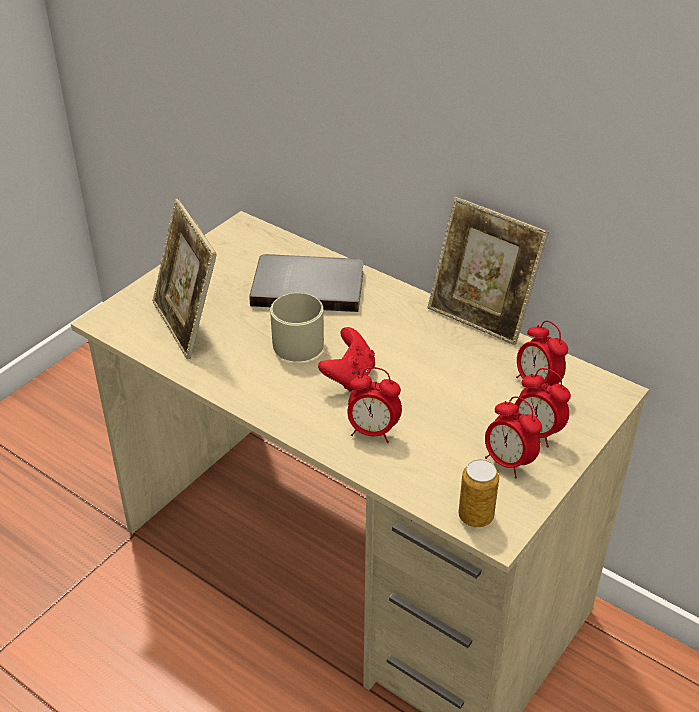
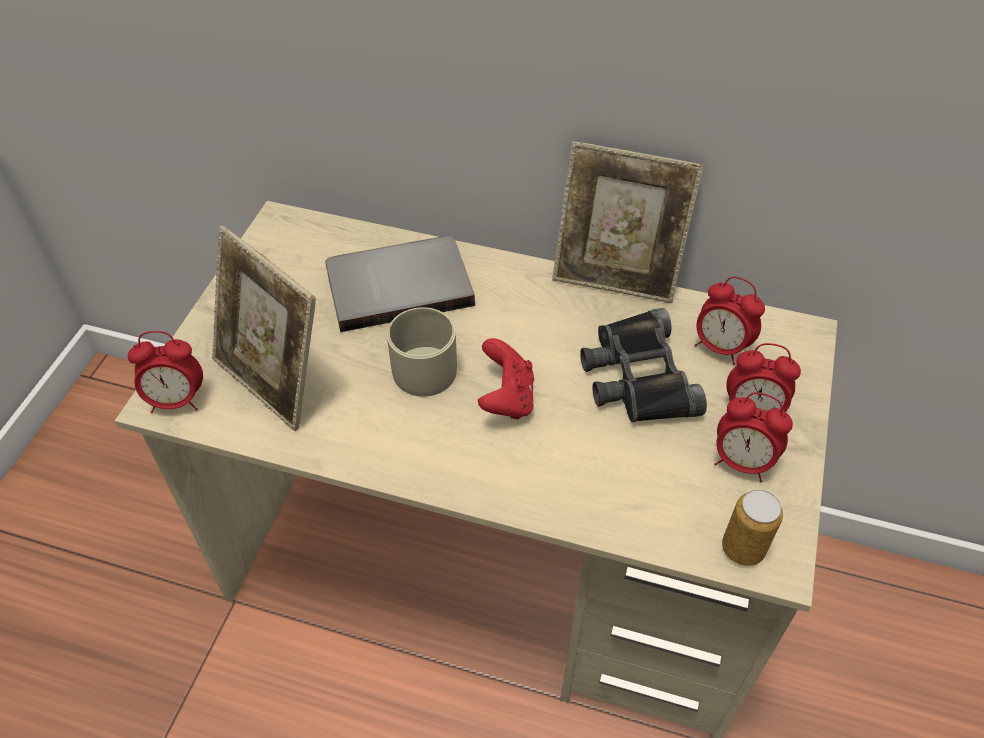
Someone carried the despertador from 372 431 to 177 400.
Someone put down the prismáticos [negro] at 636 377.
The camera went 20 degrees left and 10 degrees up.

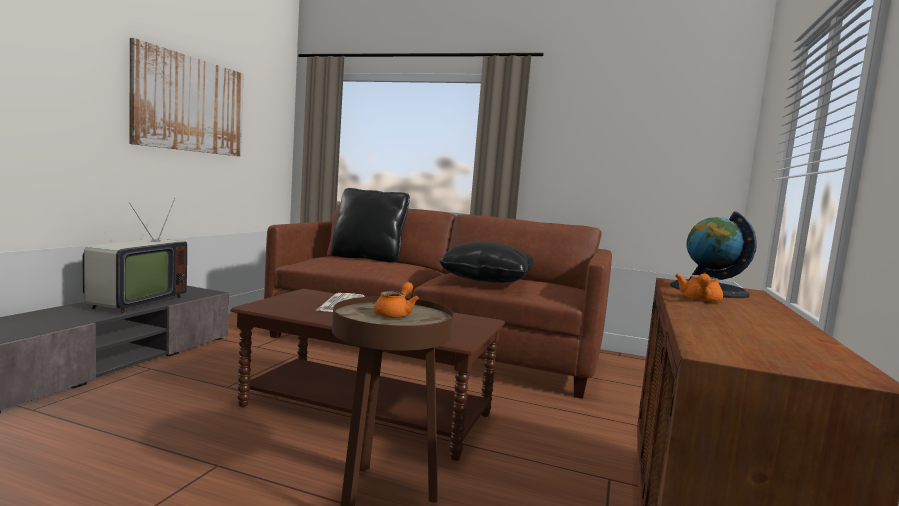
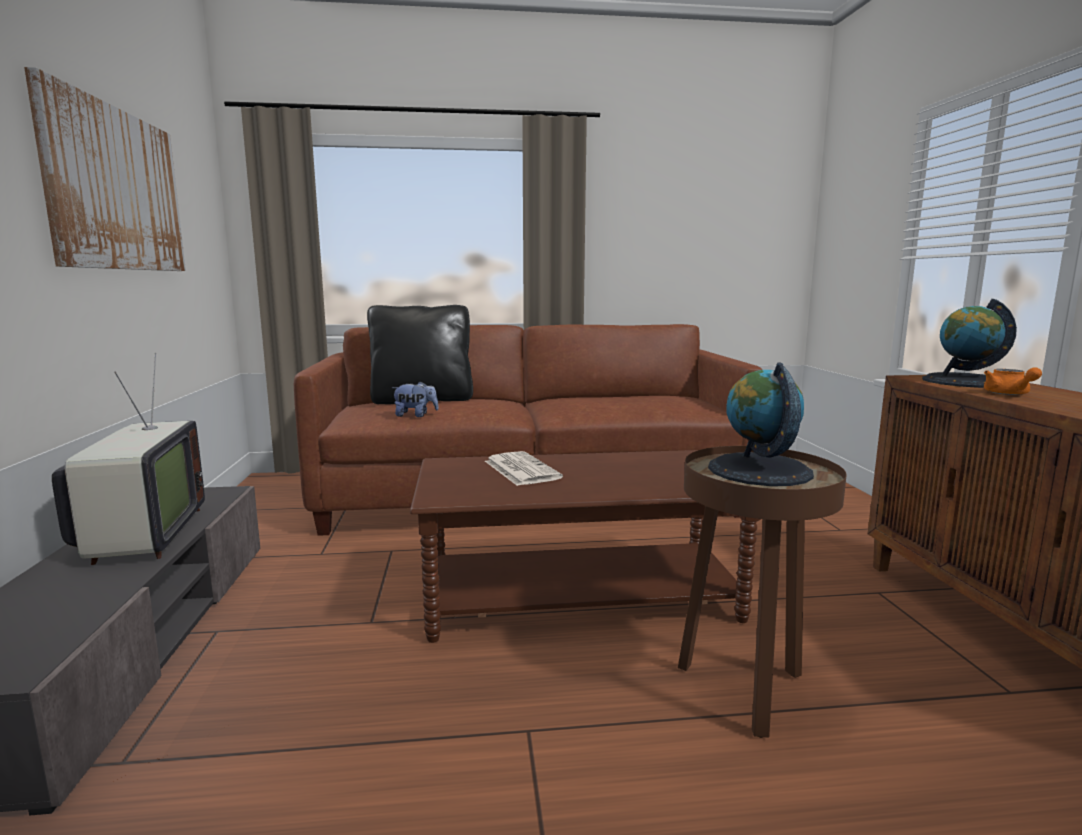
Someone swapped the tetera [naranja] at 395 314 for the globo terráqueo at 759 470.
Someone took away the cojín [negro] at 487 279.
Someone put down the peluche at 415 415.
The camera went 25 degrees left and 5 degrees up.

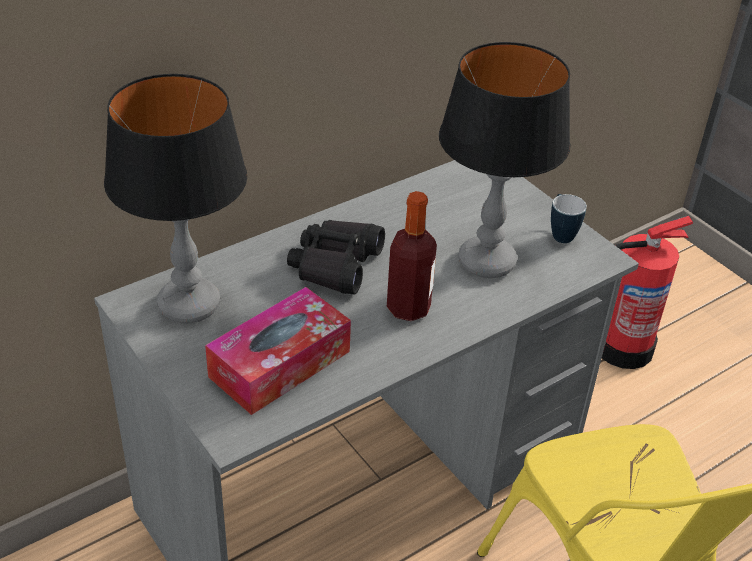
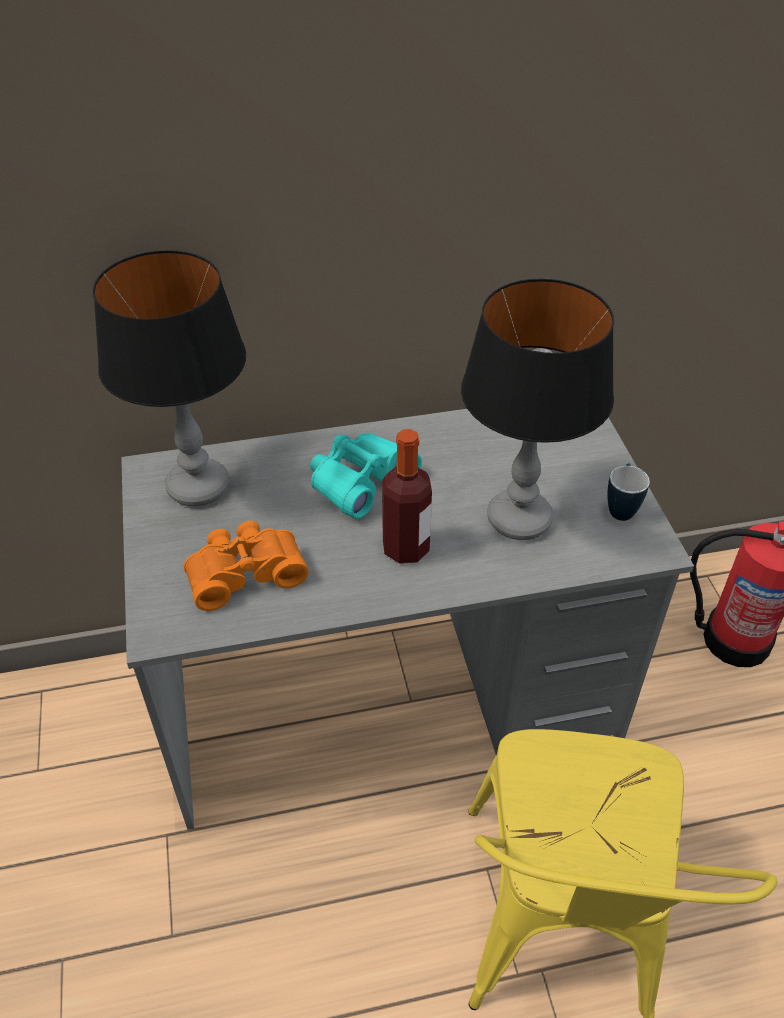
Someone swapped the caja de pañuelos at 280 364 for the prismáticos [naranja] at 244 572.
Someone repainted the prismáticos [negro] at 335 264, which became the prismáticos [turquesa] at 360 481.
The camera went 25 degrees right and 5 degrees up.

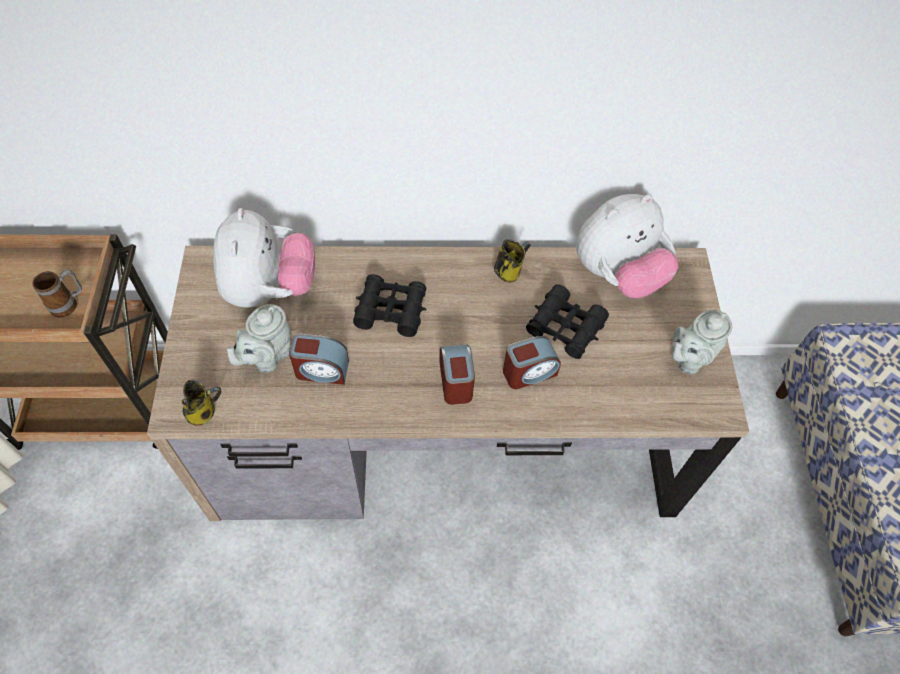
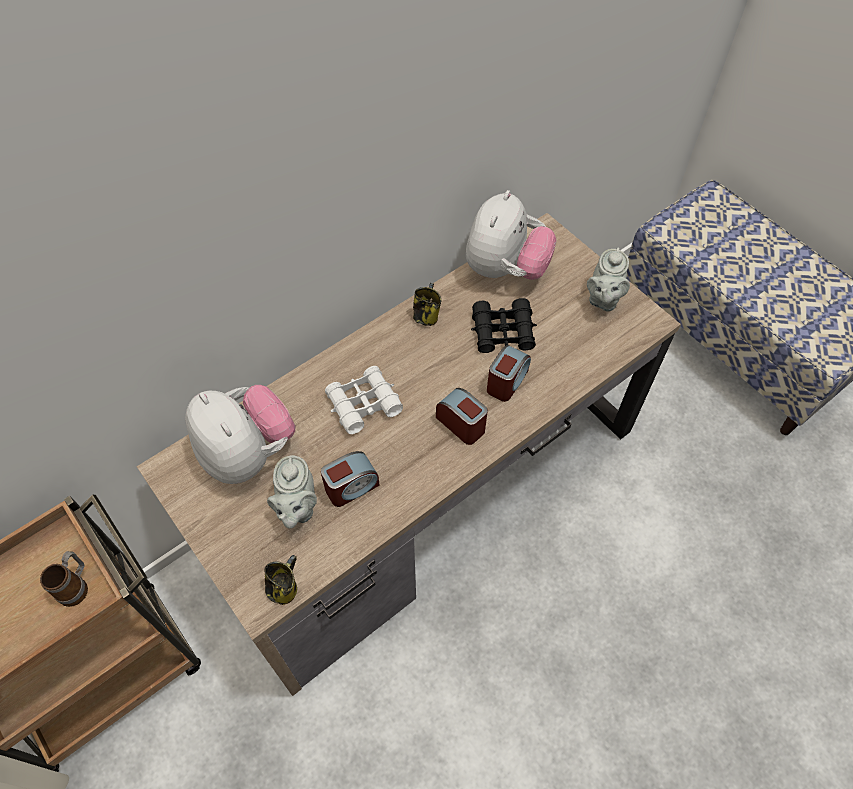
Someone repainted the prismáticos [negro] at 391 310, which became the prismáticos [blanco] at 363 404.
The camera went 35 degrees left and 0 degrees up.

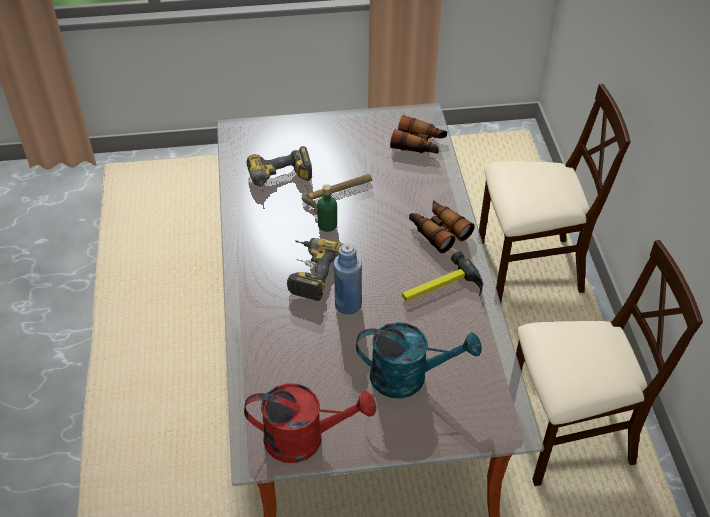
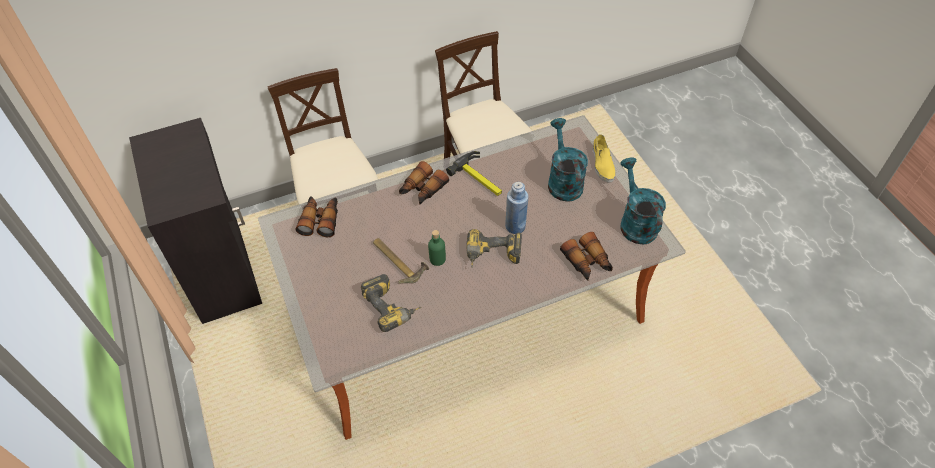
Someone repainted the regadera [rojo] at 305 438, which became the regadera [turquesa] at 635 222.
Someone put down the armario [negro] at 223 270.
Someone put down the prismáticos at 587 262.
Someone put down the zapato [amarillo] at 602 163.
The camera went 105 degrees left and 5 degrees up.

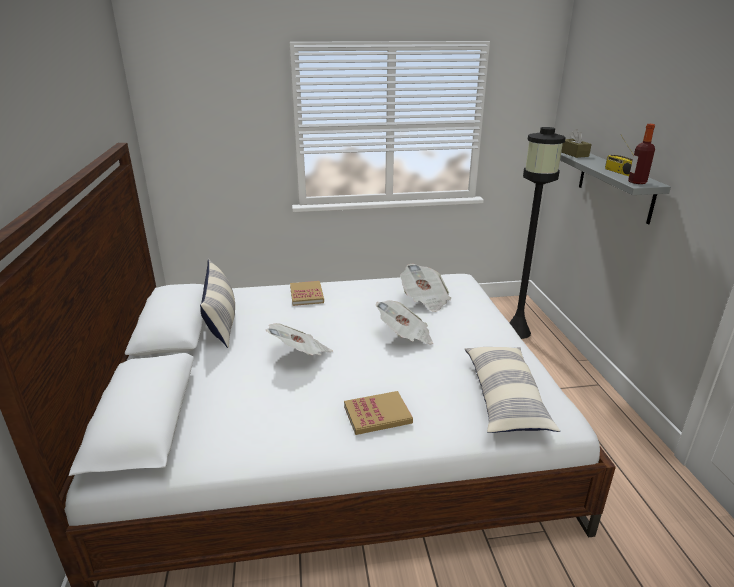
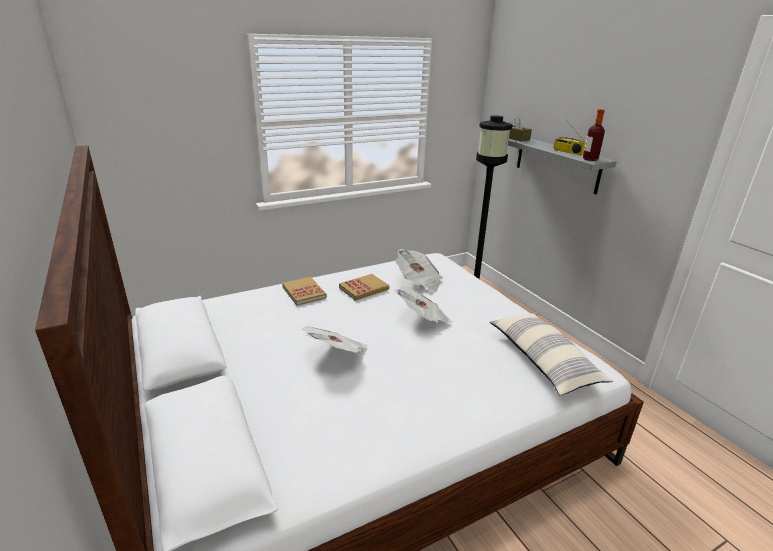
Someone took away the cojín at 221 320.
Someone carried the libro from 377 415 to 364 289.
The camera went 20 degrees left and 0 degrees up.

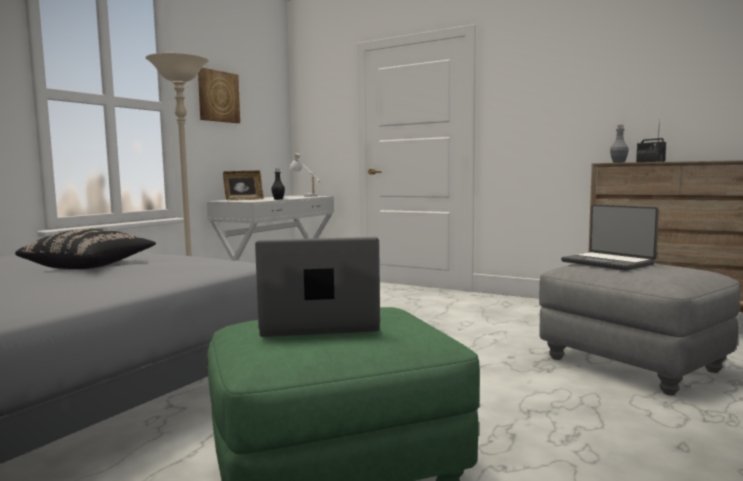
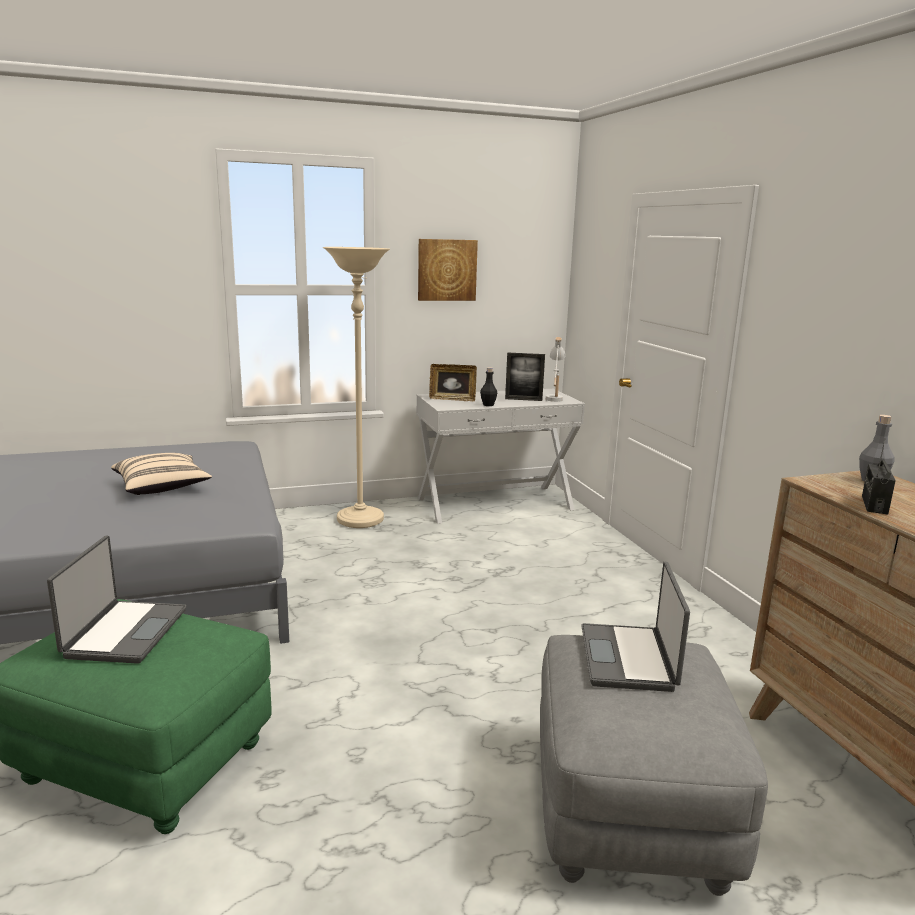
Someone repainted the cojín [negro] at 91 266, which became the cojín [beis] at 162 488.
Someone rotated the portátil at 319 324 by 60 degrees clockwise.
Someone put down the portarretratos at 523 399.
The camera went 40 degrees right and 10 degrees up.

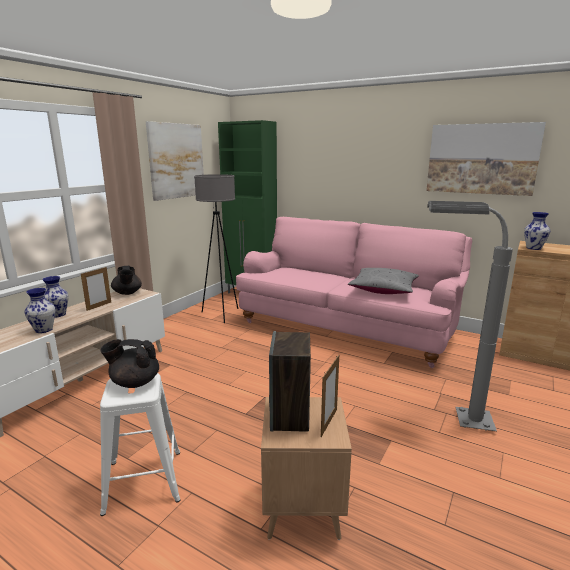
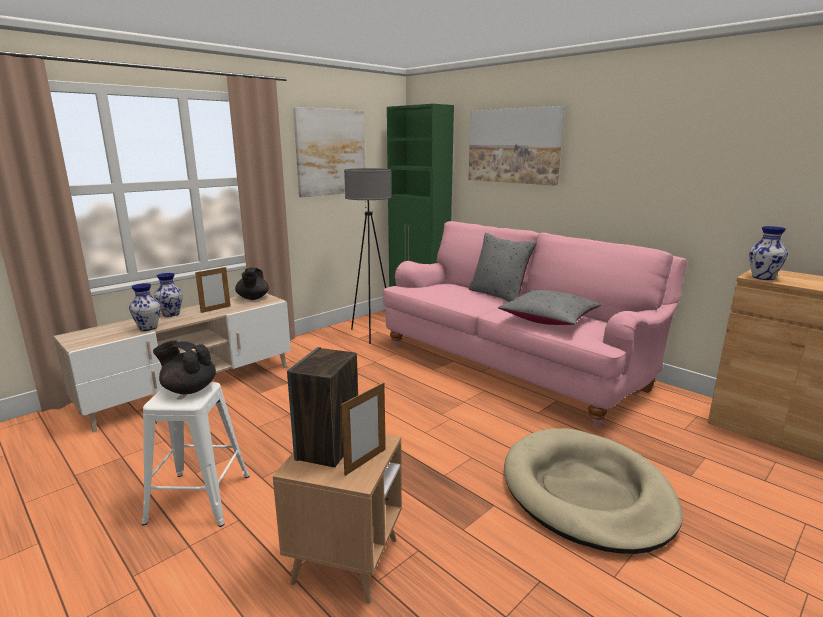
Someone carried the cuadro from 481 159 to 513 146.
Someone swapped the lámpara de pie [gris] at 449 419 for the cama para perro [beis] at 586 493.
Someone put down the cojín [gris] at 498 295.
The camera went 15 degrees right and 0 degrees up.

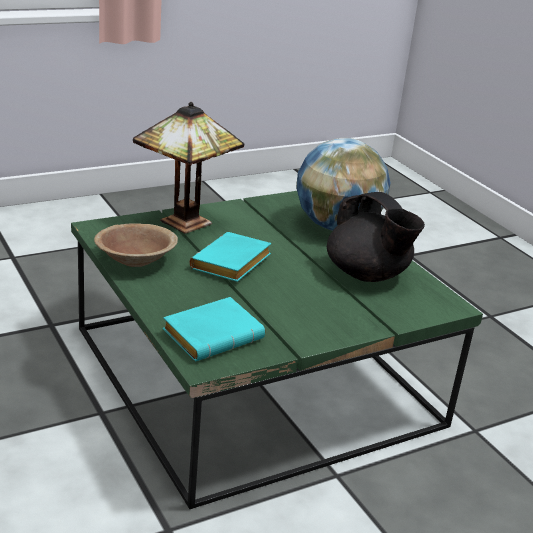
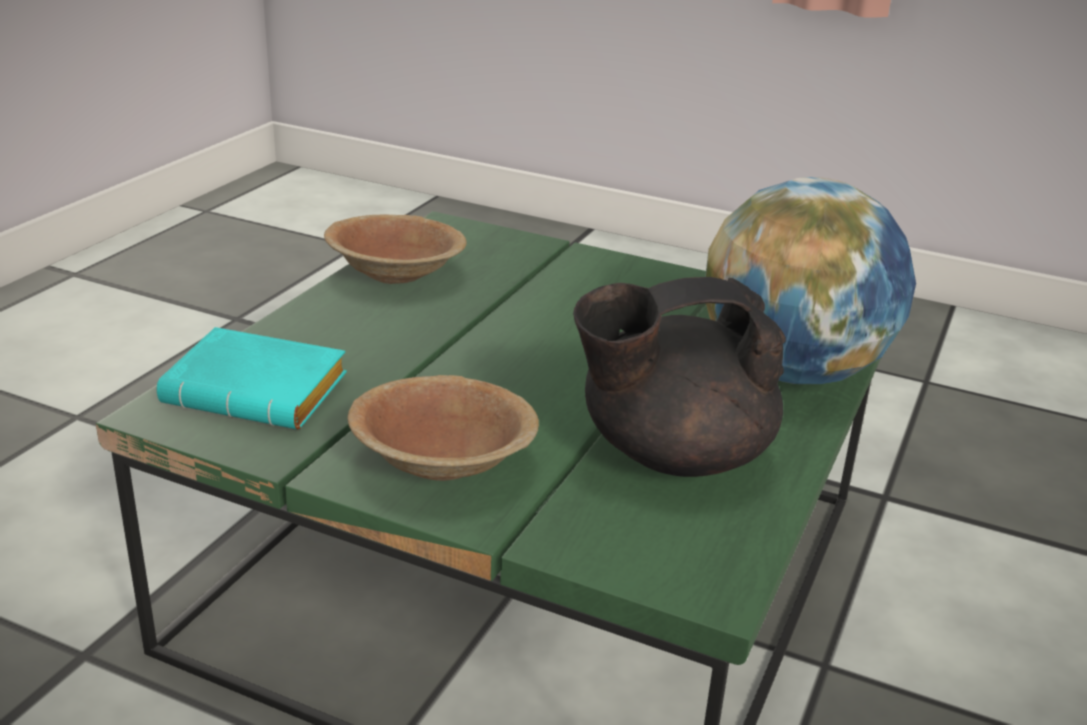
Someone took away the lámpara de mesa at 185 224.
Someone took away the libro [turquesa] at 231 265.
Someone rotated the tetera [negro] at 367 275 by 60 degrees clockwise.
Someone put down the cuenco [marrón] at 443 463.
The camera went 55 degrees right and 0 degrees up.

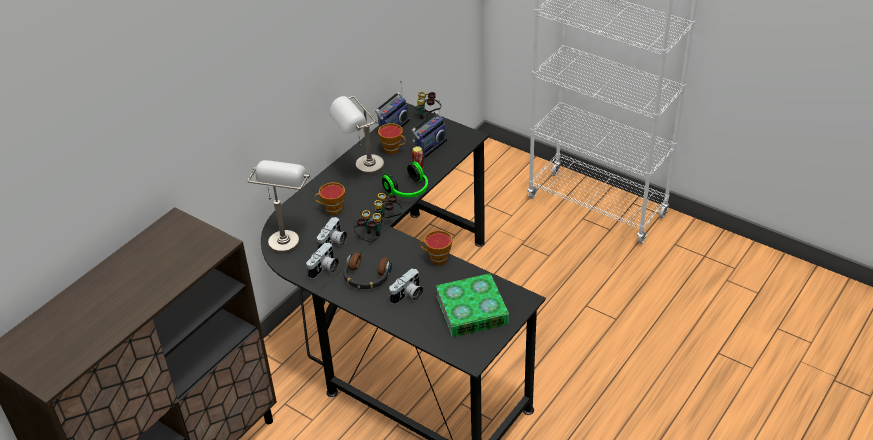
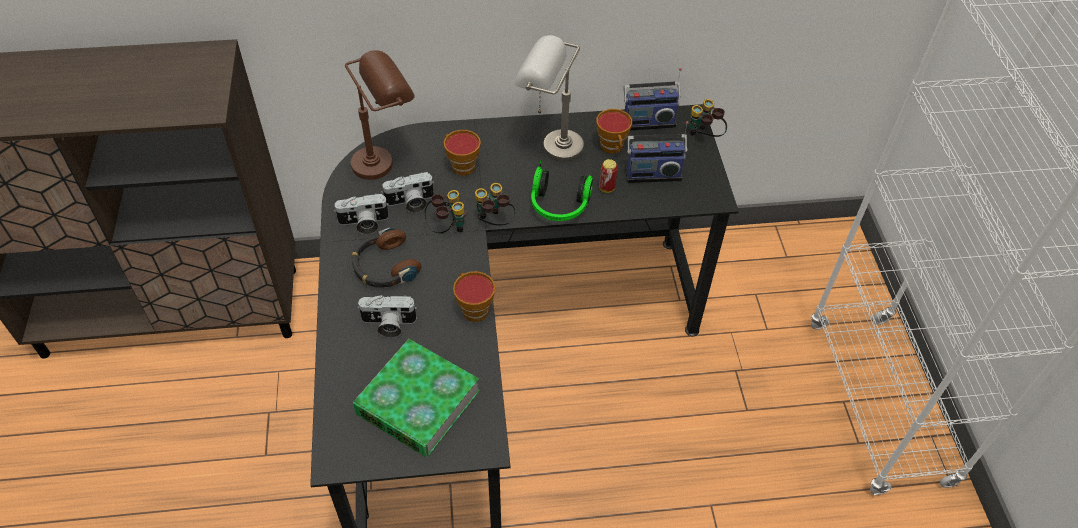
Someone repainted the lámpara de mesa [gris] at 287 236, which became the lámpara de mesa [marrón] at 385 159.
The camera went 45 degrees right and 10 degrees up.

